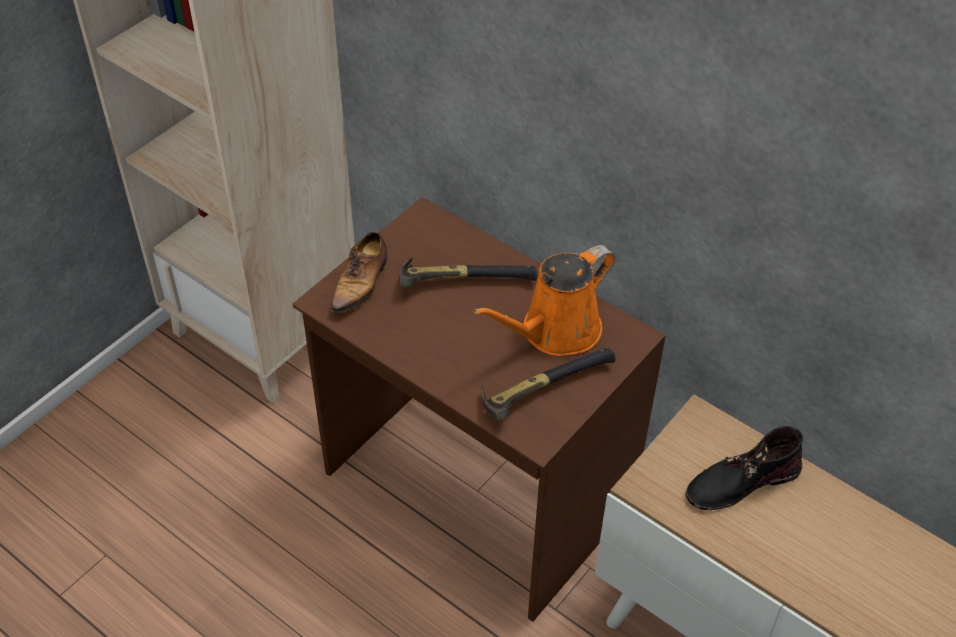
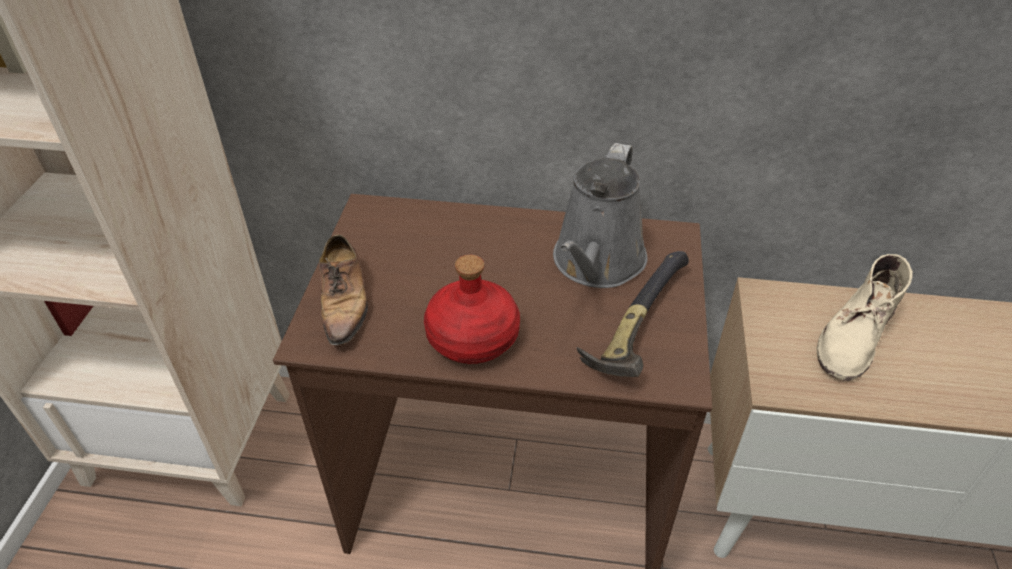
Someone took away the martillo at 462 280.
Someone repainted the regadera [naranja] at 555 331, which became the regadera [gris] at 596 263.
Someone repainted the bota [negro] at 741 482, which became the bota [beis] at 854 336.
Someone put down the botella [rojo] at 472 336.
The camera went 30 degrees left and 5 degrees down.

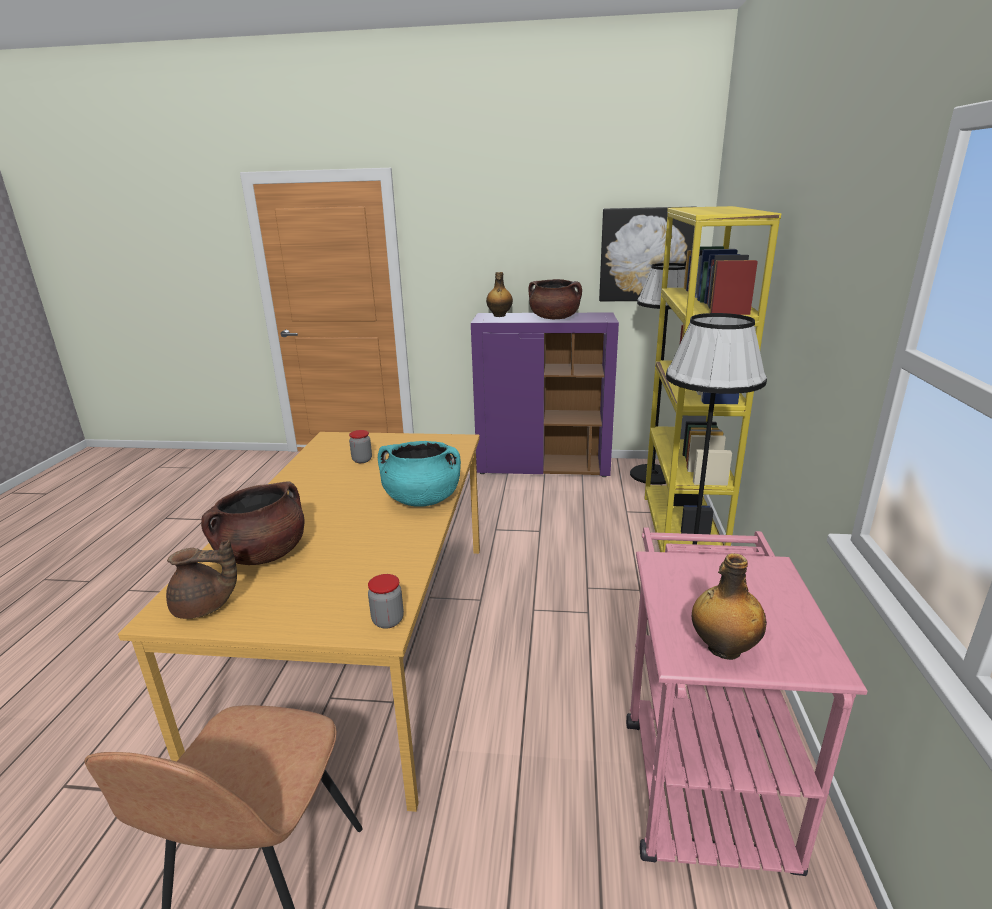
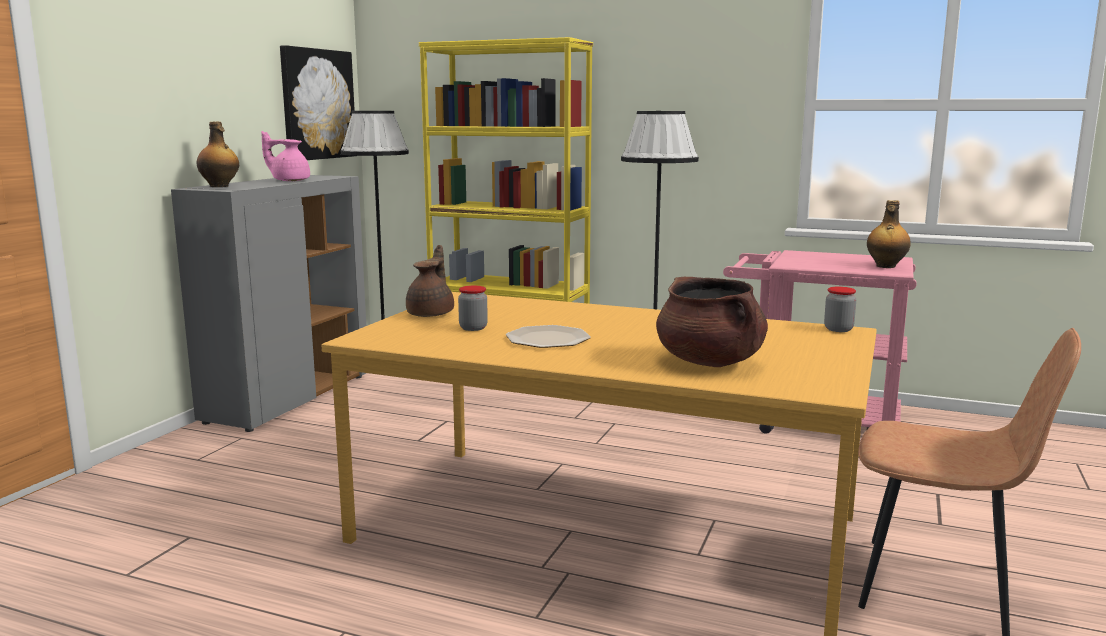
Someone carried the tetera [marrón] from 204 607 to 432 314.
Someone took away the olla [turquesa] at 422 499.
Someone repainted the armario [morado] at 544 467, which became the armario [gris] at 289 398.
Someone swapped the olla [marrón] at 554 318 for the tetera [rosa] at 289 181.
Someone put down the plato at 547 339.
The camera went 75 degrees left and 10 degrees down.

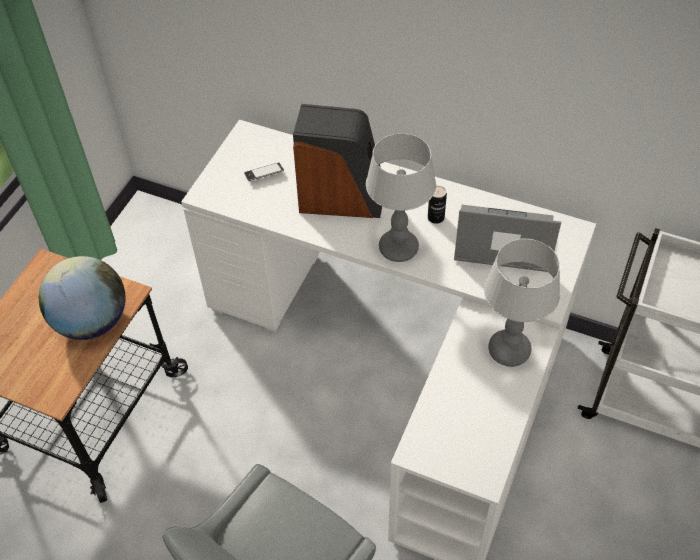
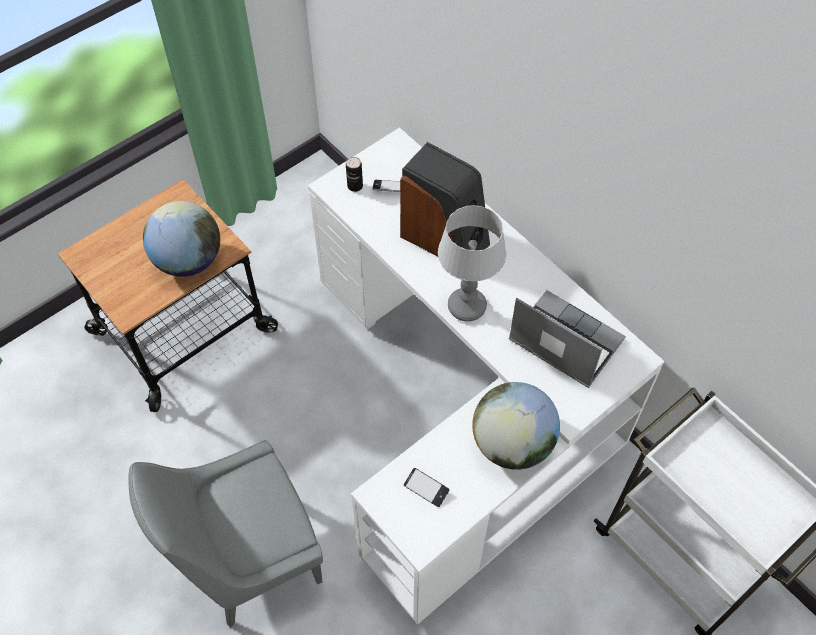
Someone carried the lata from 436 217 to 355 186.
Someone swapped the lámpara de mesa at 510 351 for the globo terráqueo at 512 444.
Someone put down the móvil at 426 489.
The camera went 25 degrees right and 5 degrees up.

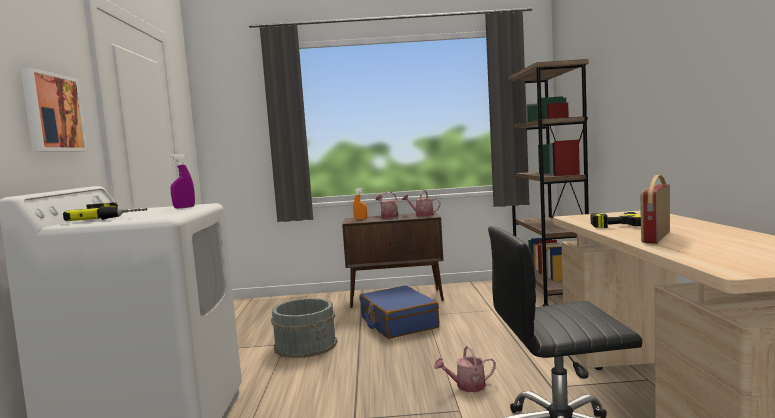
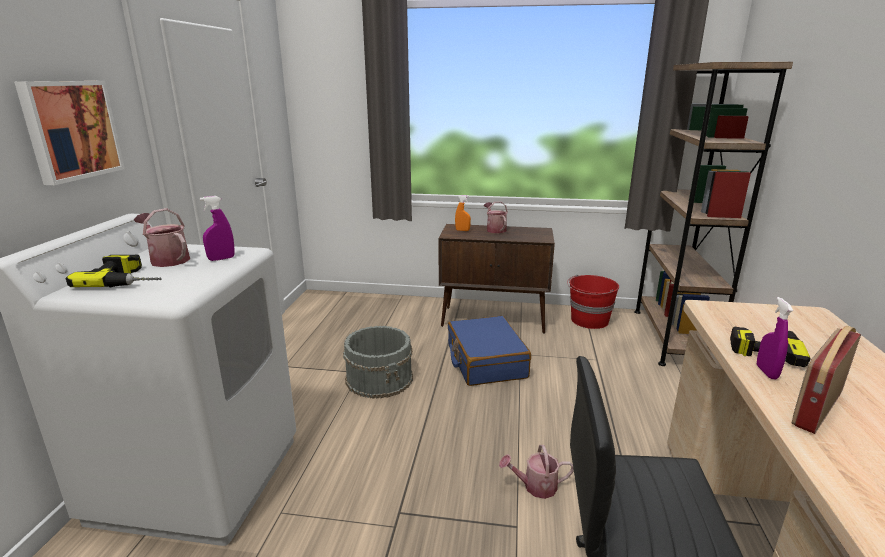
Someone carried the regadera from 422 215 to 167 259.
Someone put down the cubo [rojo] at 589 320.
Someone put down the pulverizador [morado] at 766 372.
The camera went 10 degrees right and 15 degrees up.

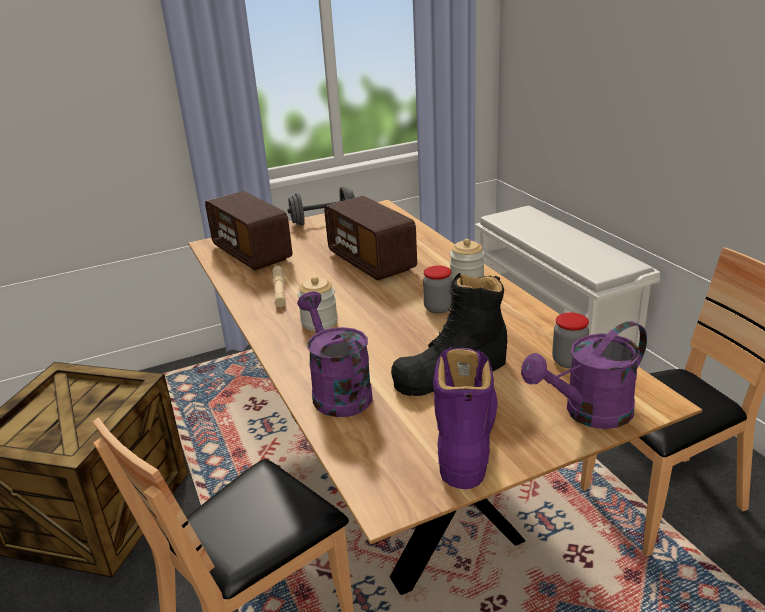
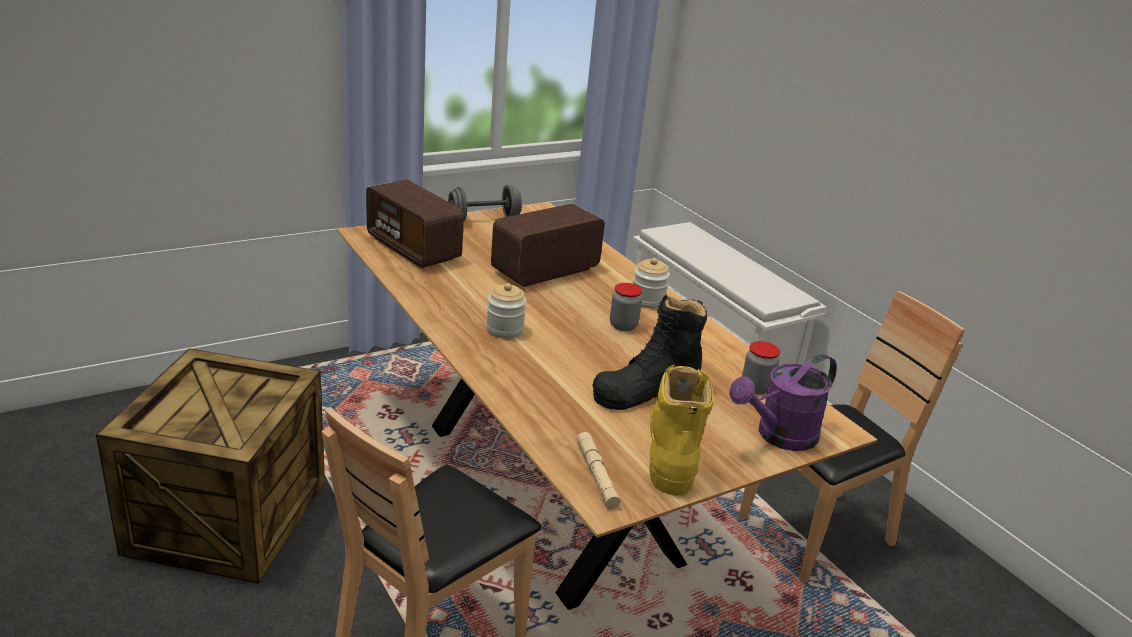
Someone carried the linterna [beis] from 279 290 to 596 475.
Someone took away the regadera [morado] at 337 391.
Someone rotated the radio at 371 262 by 90 degrees clockwise.
Someone repainted the bota [morado] at 467 439, which became the bota [amarillo] at 671 452.
The camera went 10 degrees left and 0 degrees up.

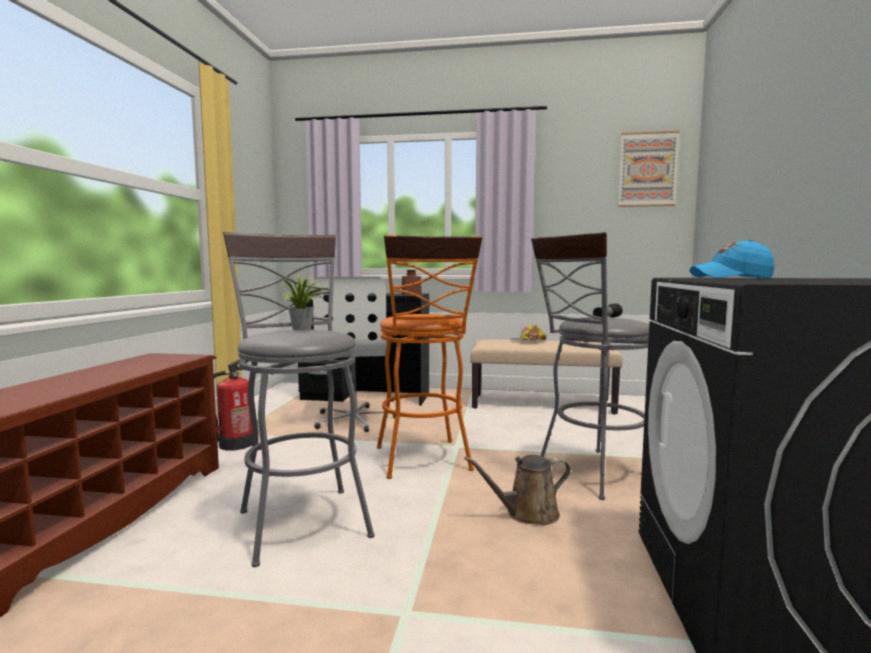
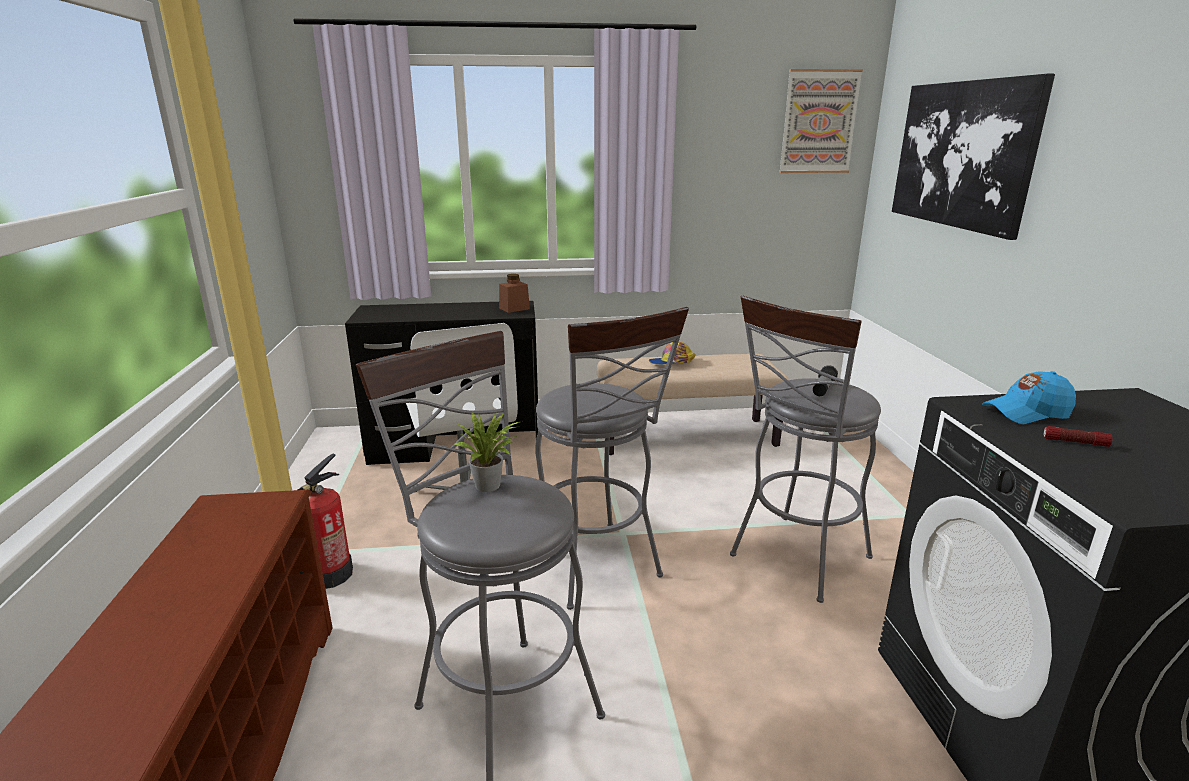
Someone repainted the taburete [naranja] at 424 462, which became the taburete [gris] at 598 569.
Someone took away the regadera [marrón] at 527 514.
Someone put up the cuadro at 962 154.
Someone put down the linterna at 1075 442.
The camera went 15 degrees left and 15 degrees up.

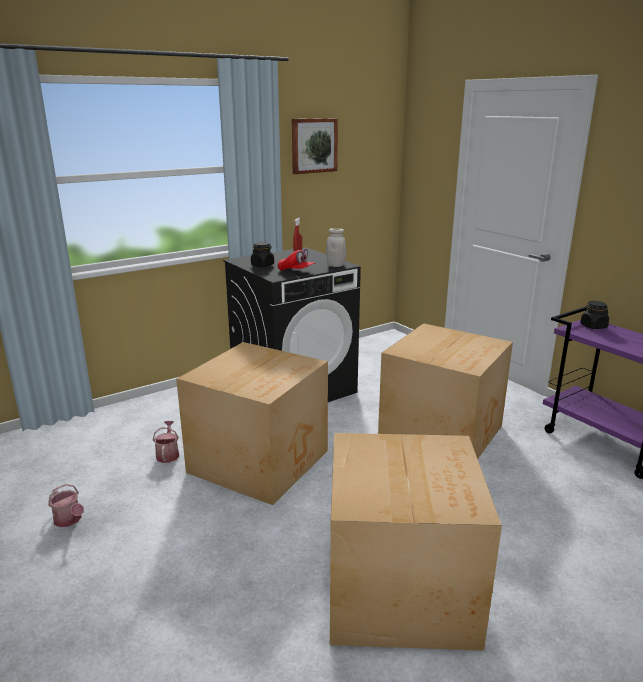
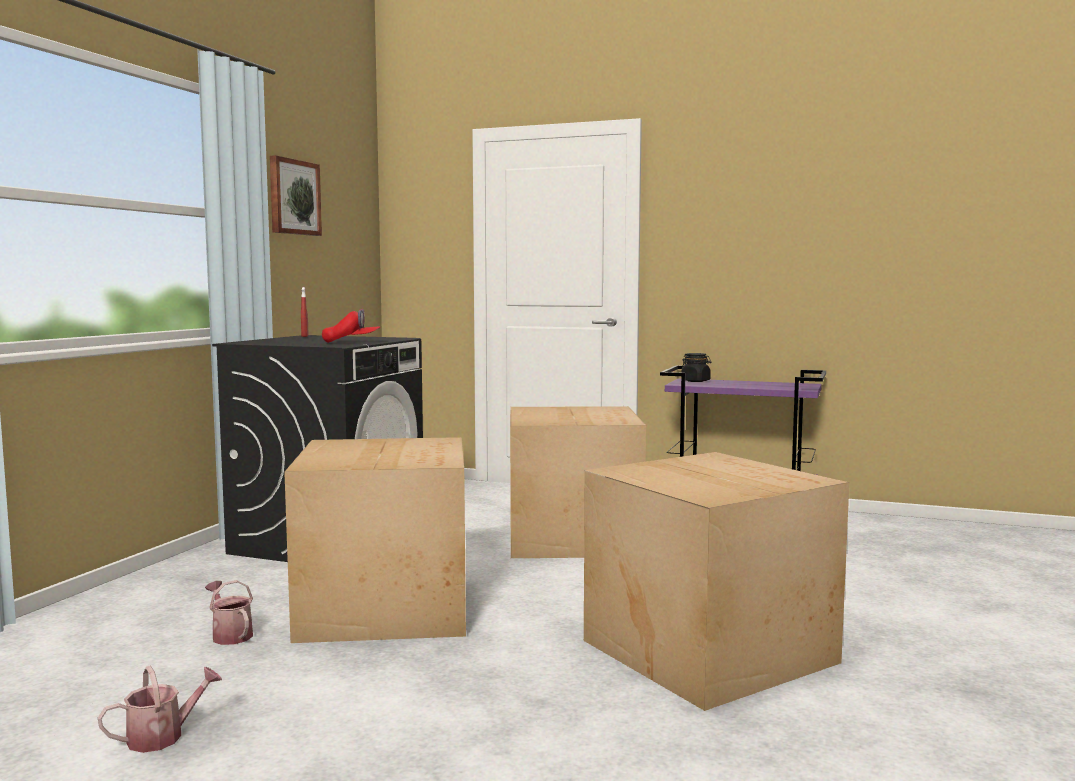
Someone rotated the regadera at 69 520 by 45 degrees counterclockwise.
Someone took away the tarro [negro] at 262 265.
Someone took away the tarro [blanco] at 335 265.
The camera went 35 degrees left and 15 degrees down.

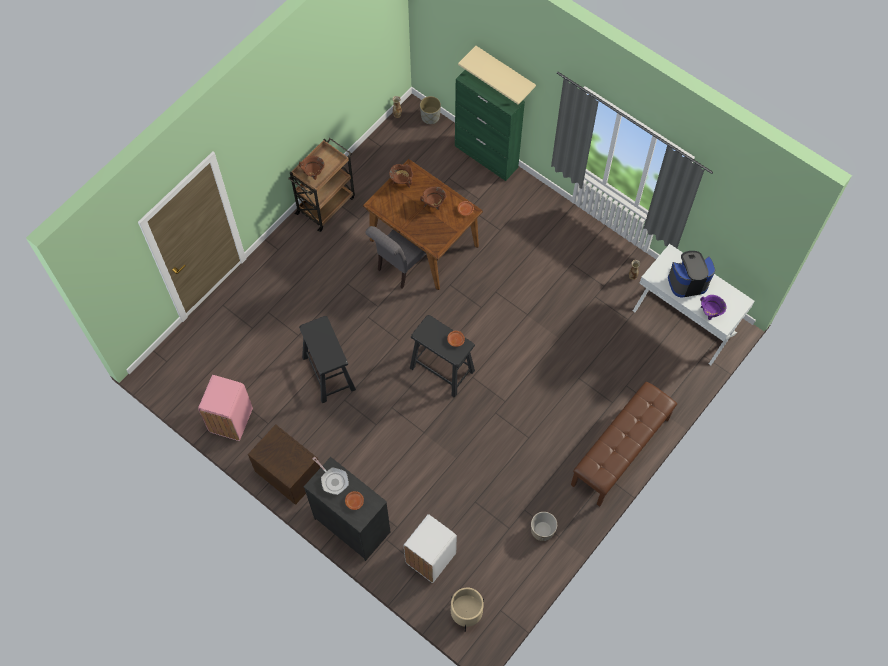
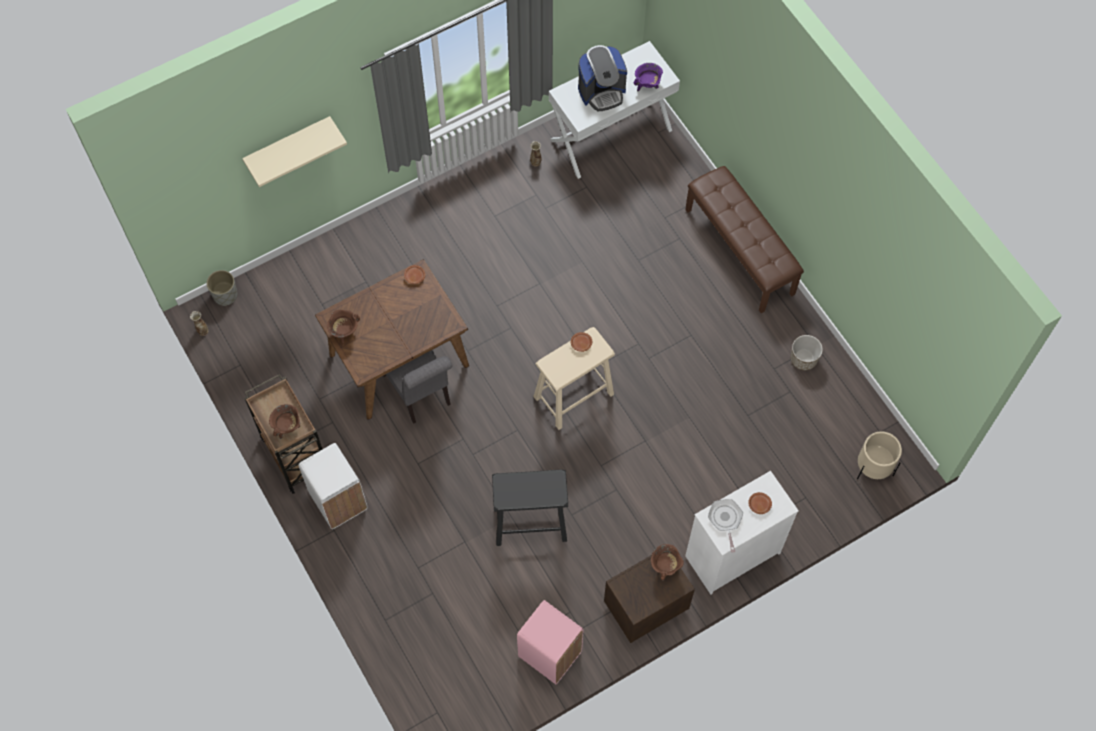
Someone repainted the cómoda [negro] at 352 525, which became the cómoda [blanco] at 732 554.
Someone rotated the sartén at 333 480 by 75 degrees counterclockwise.
Someone carried the papelera [blanco] from 430 558 to 338 502.
Someone repainted the taburete [negro] at 442 369, which became the taburete [beis] at 573 395.
Someone carried the olla [marrón] from 434 204 to 665 567.
Someone took away the armario [verde] at 486 157.
Someone rotated the cafetera at 687 281 by 120 degrees counterclockwise.
The camera went 70 degrees left and 0 degrees up.

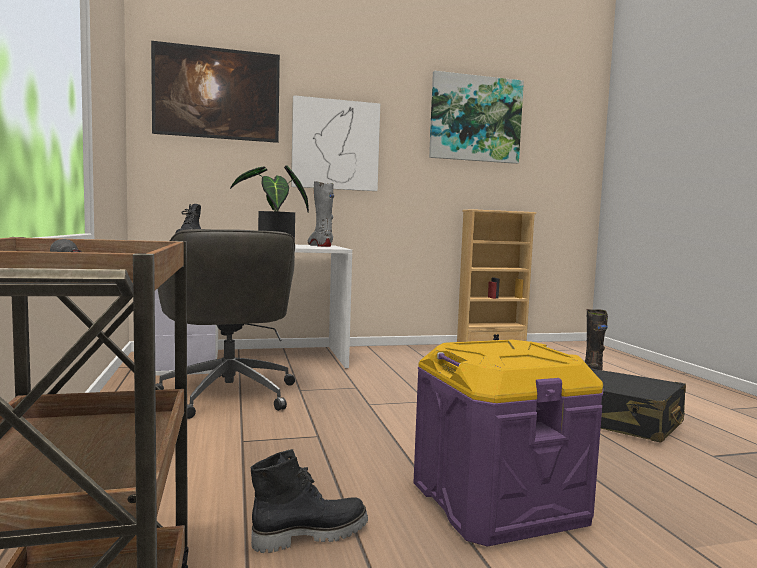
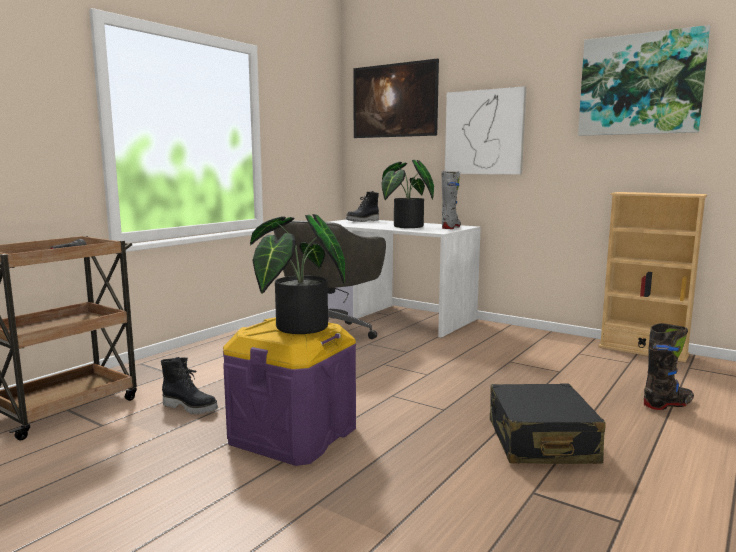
Someone put down the planta en maceta at 296 328.
The camera went 50 degrees right and 5 degrees up.

